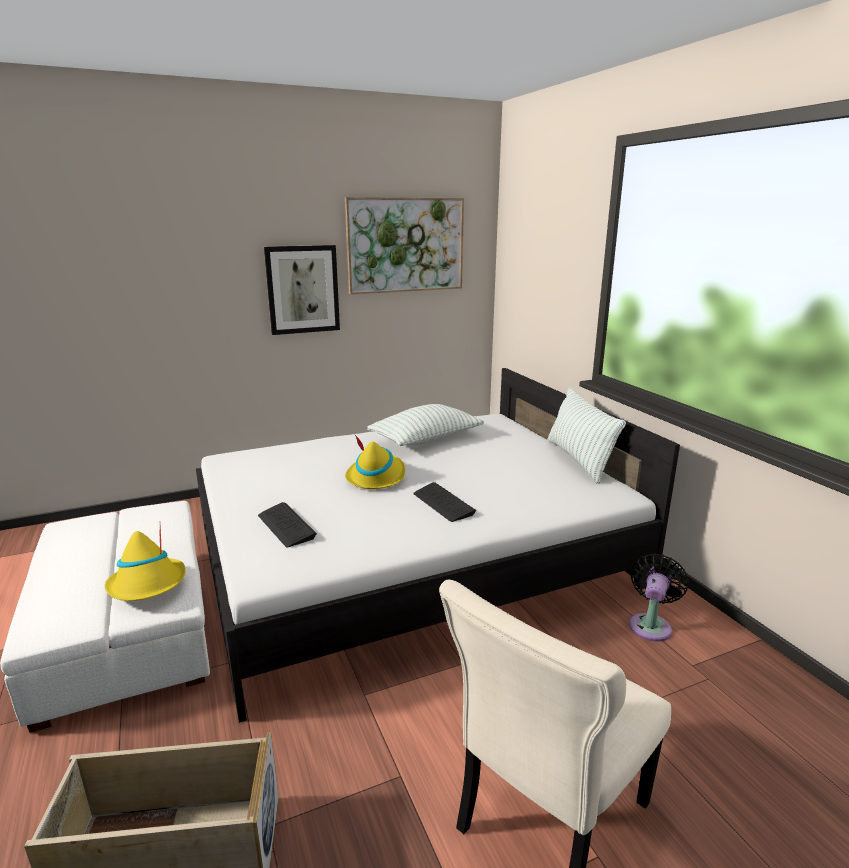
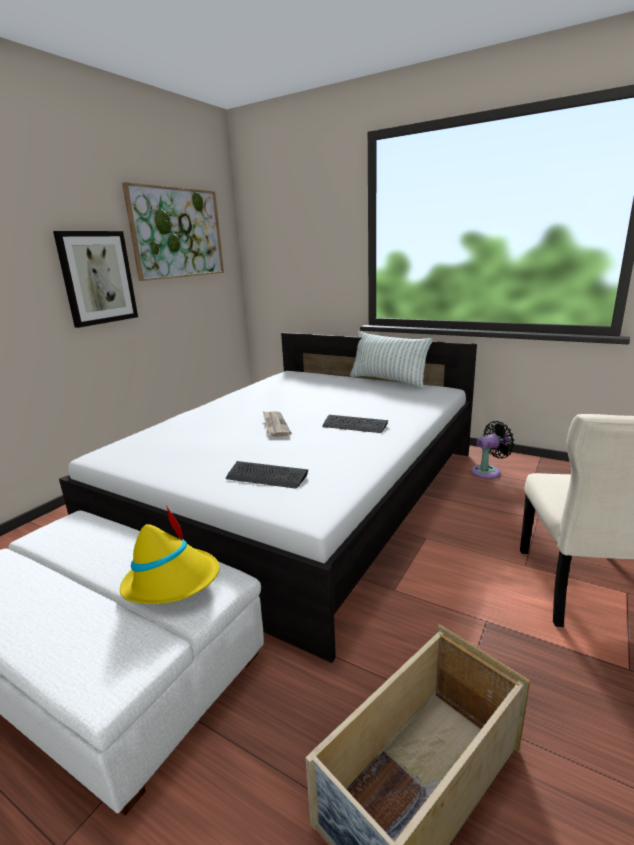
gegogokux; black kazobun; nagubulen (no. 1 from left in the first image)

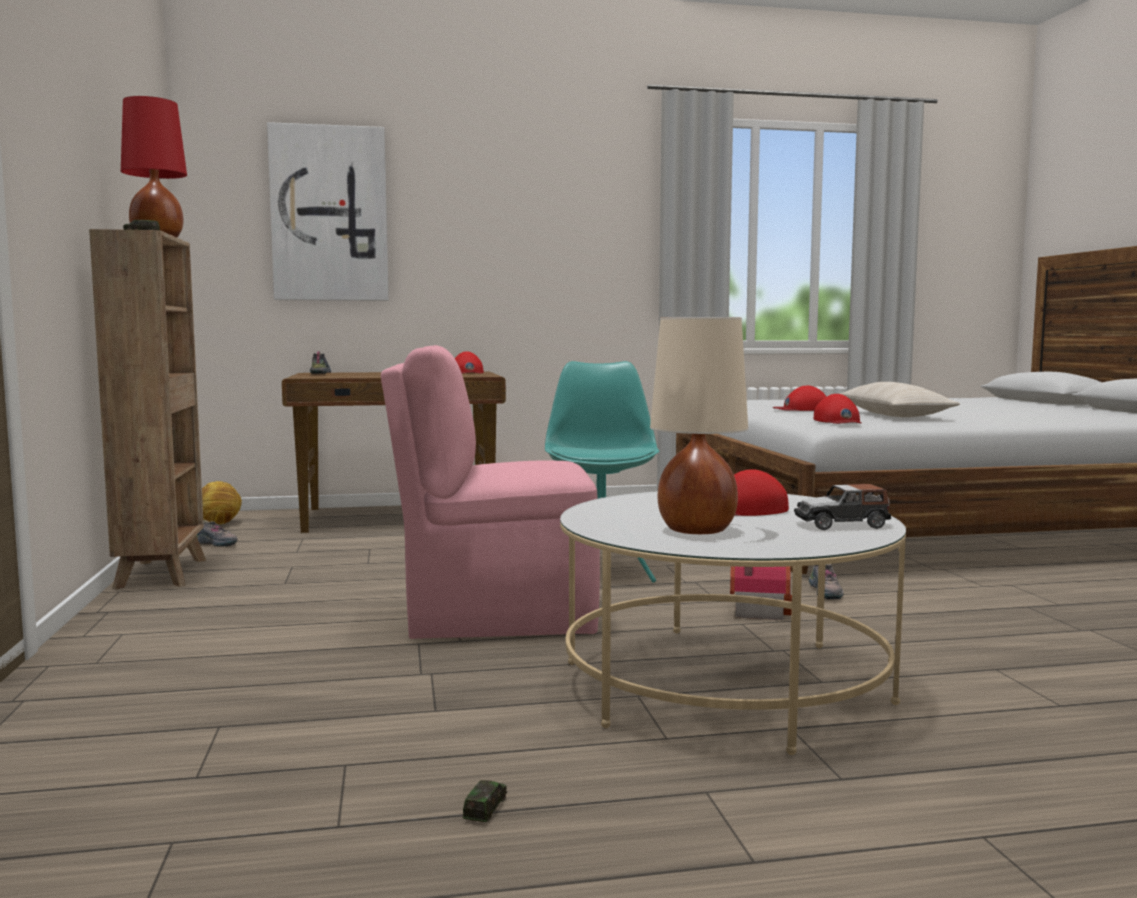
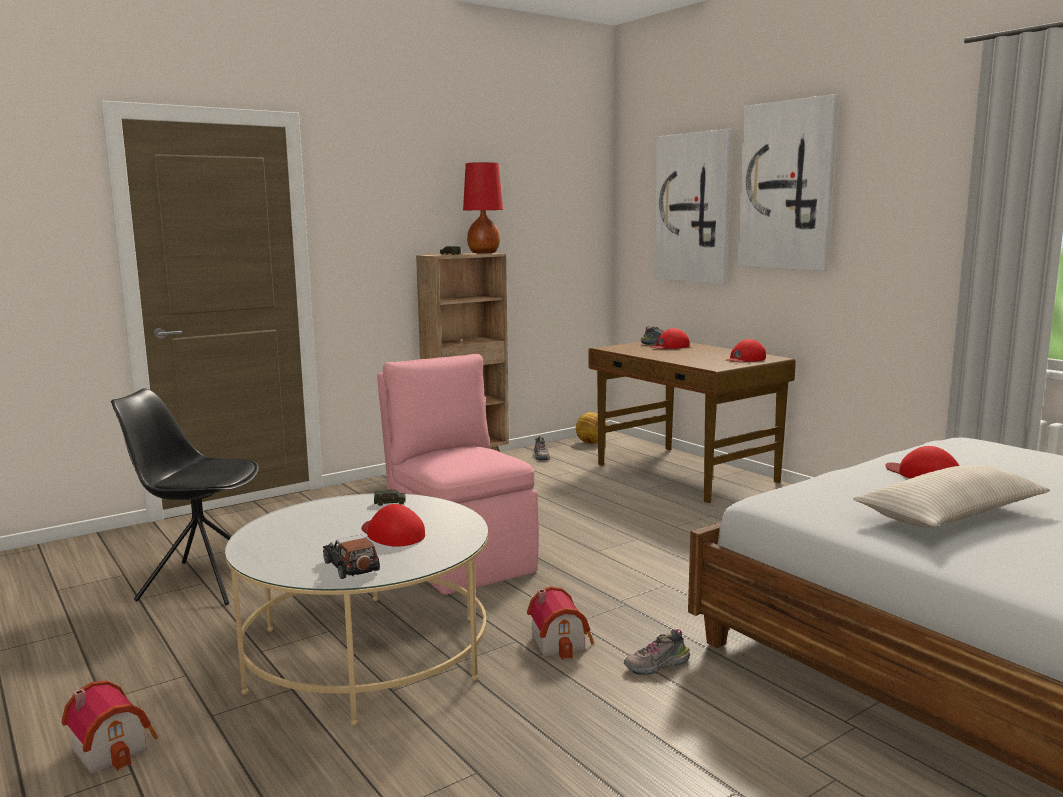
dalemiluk (no. 1 from left); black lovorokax; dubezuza (no. 2 from left); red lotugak (no. 2 from left); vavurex (no. 2 from left); turquoise lovorokax; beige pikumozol

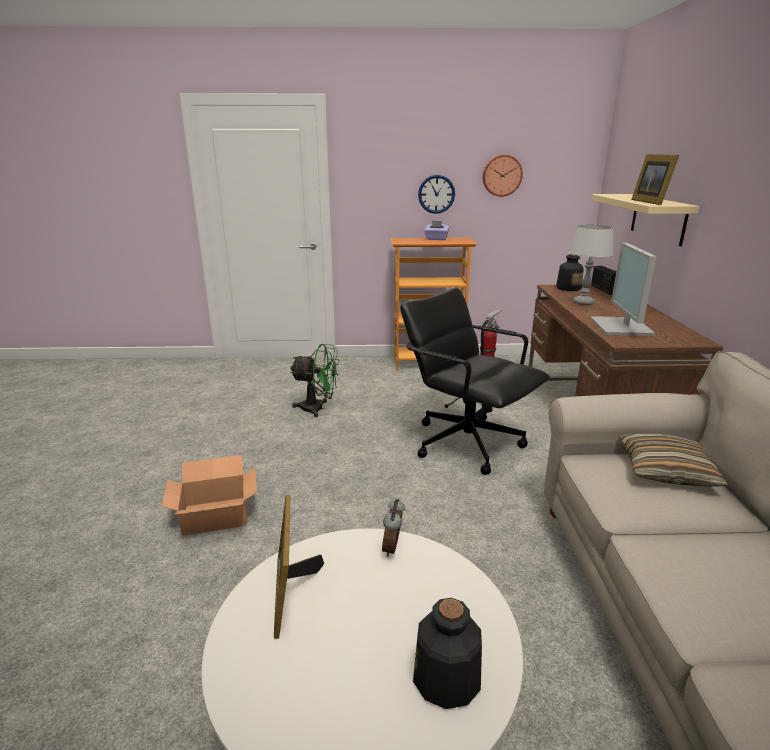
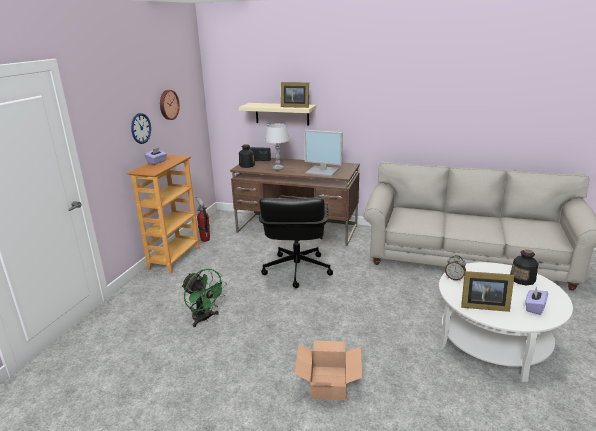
green kazobun; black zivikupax; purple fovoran (no. 2 from left); nagubulen

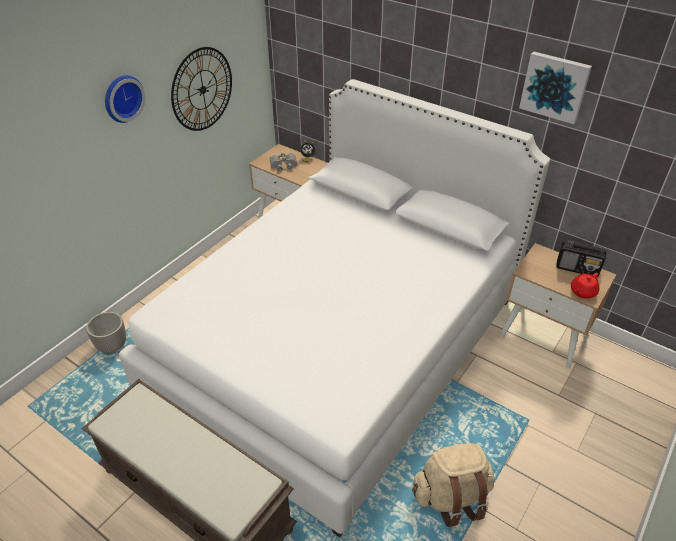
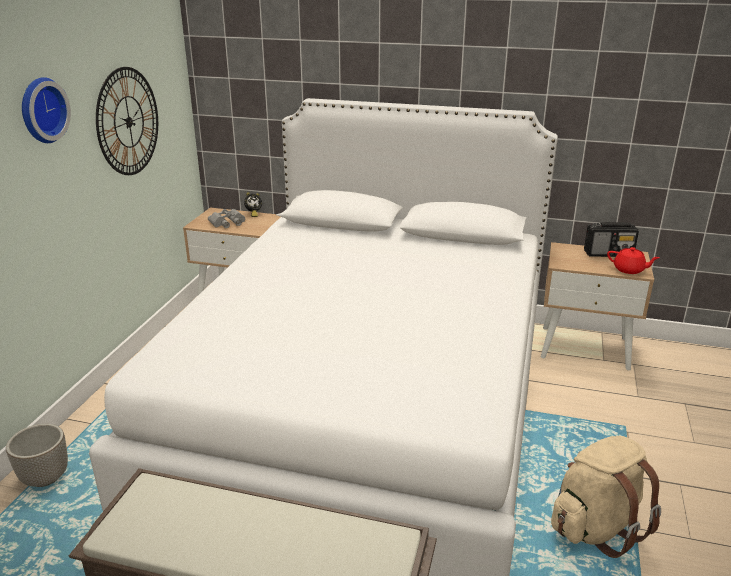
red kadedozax; vavurex

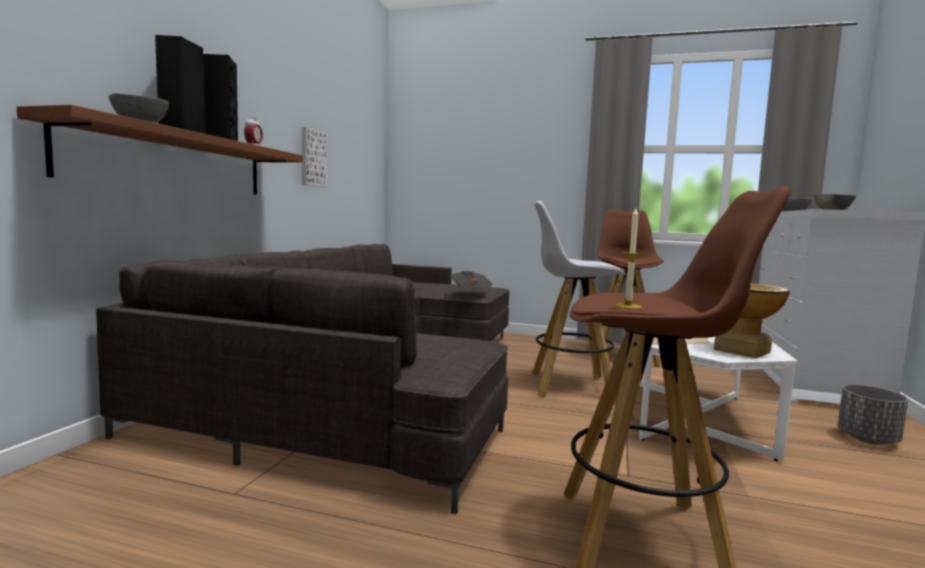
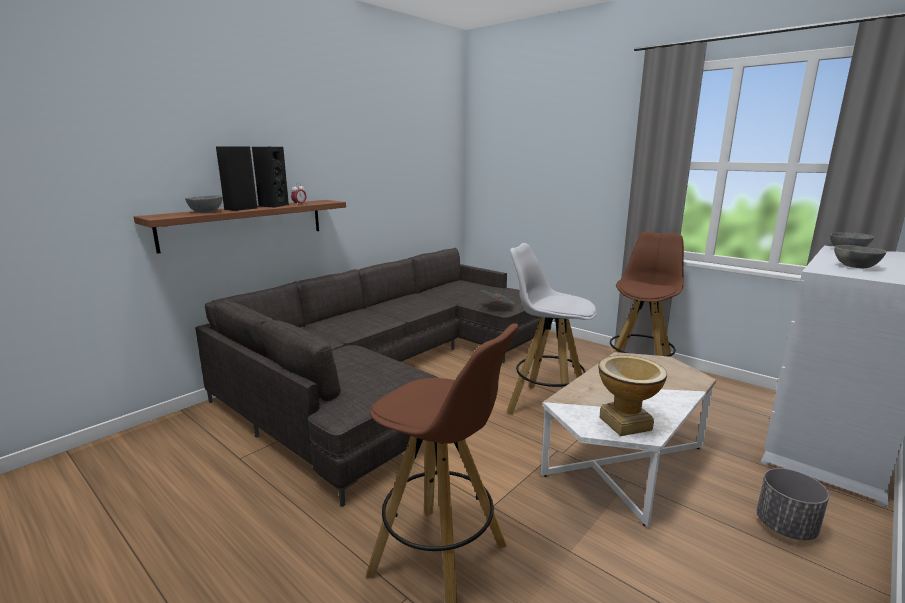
vavurex; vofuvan

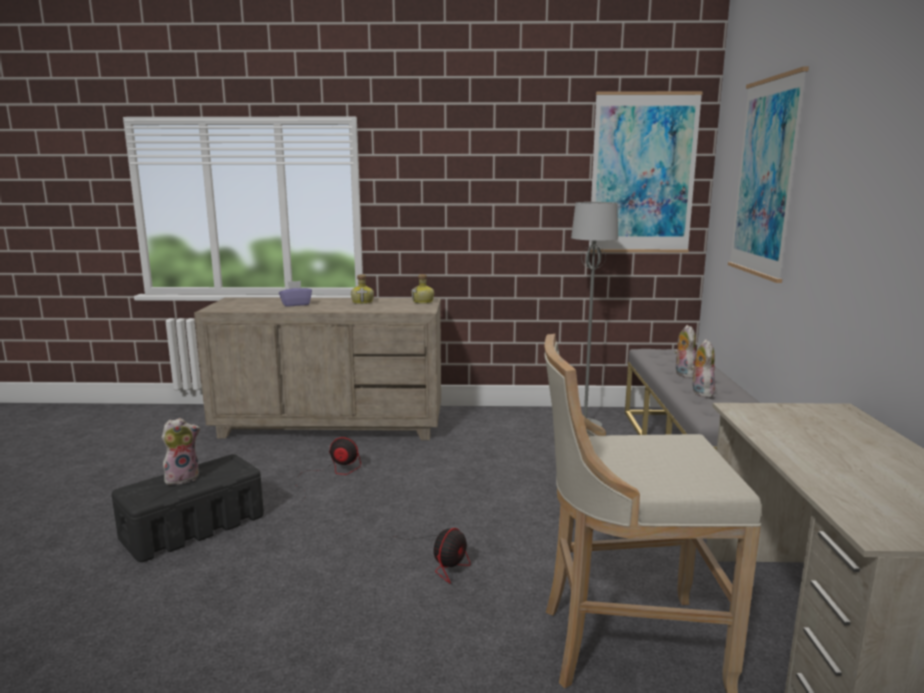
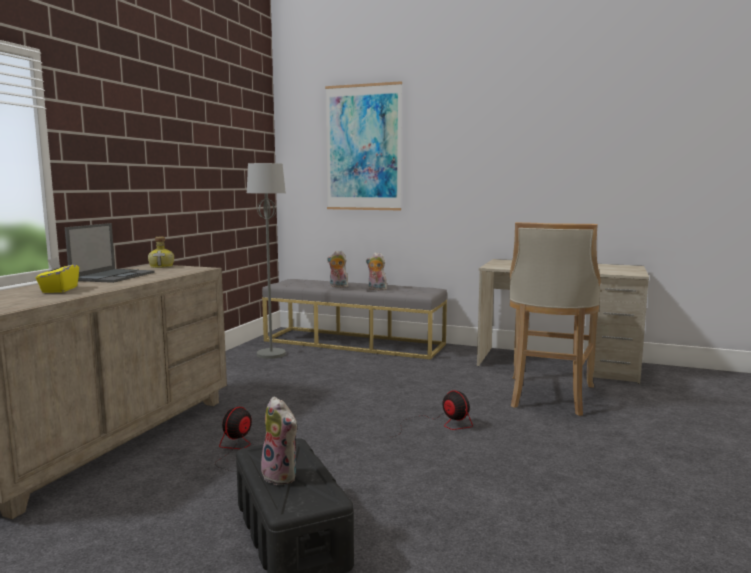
yellow fovoran; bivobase; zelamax (no. 1 from left); vavurex (no. 1 from left in the first image)

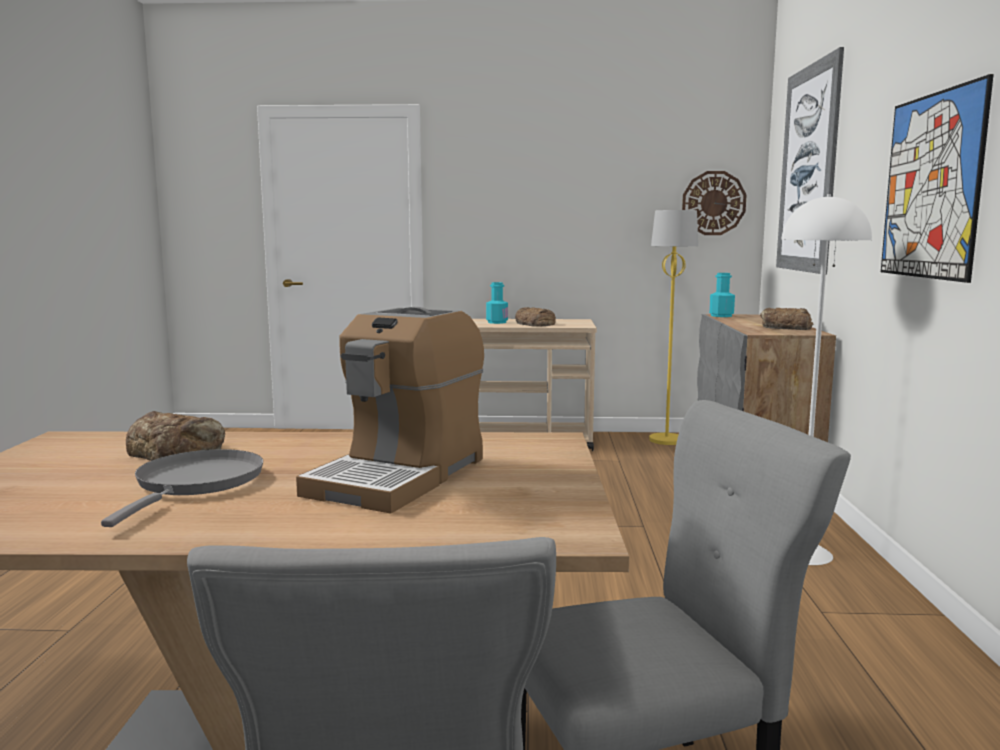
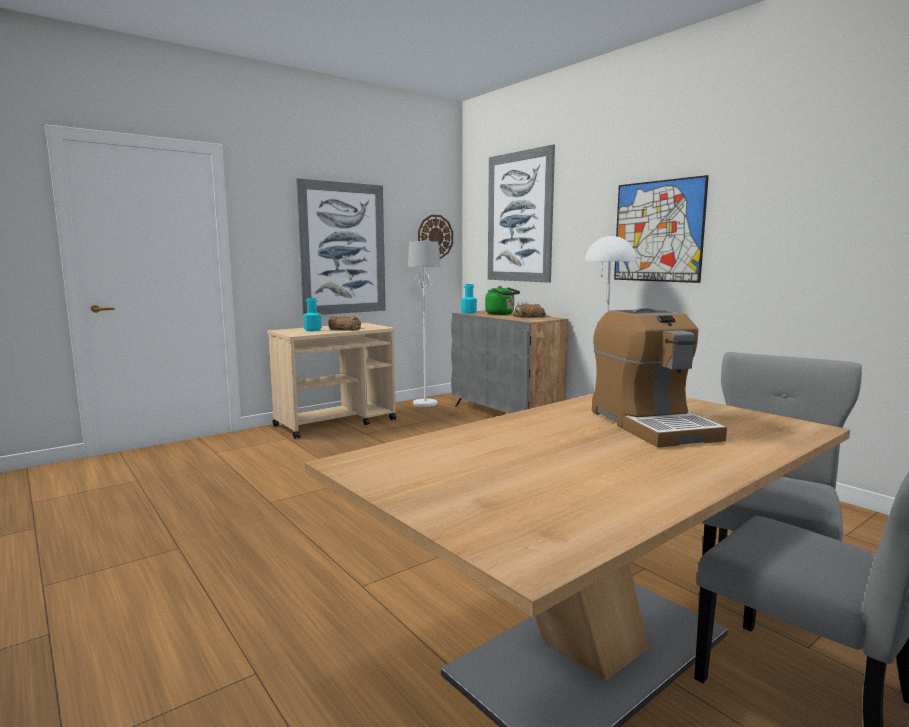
vavurex (no. 1 from left); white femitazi (no. 1 from left); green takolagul; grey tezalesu; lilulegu (no. 1 from left in the first image)

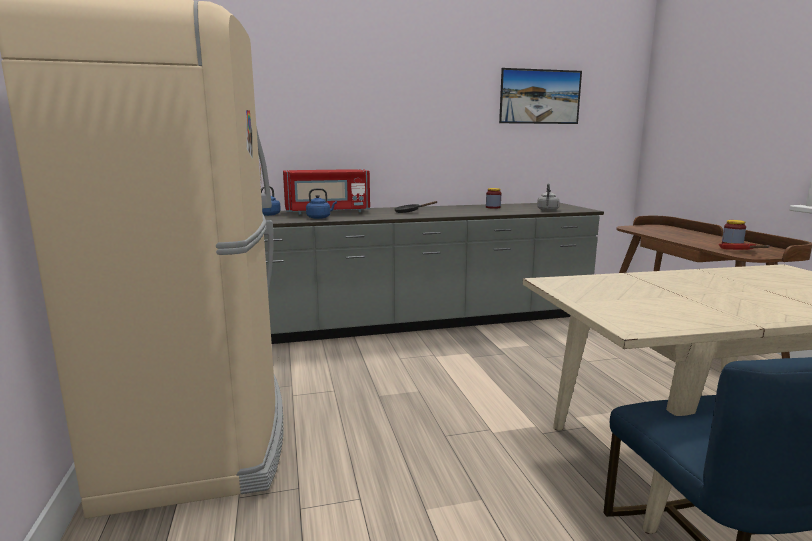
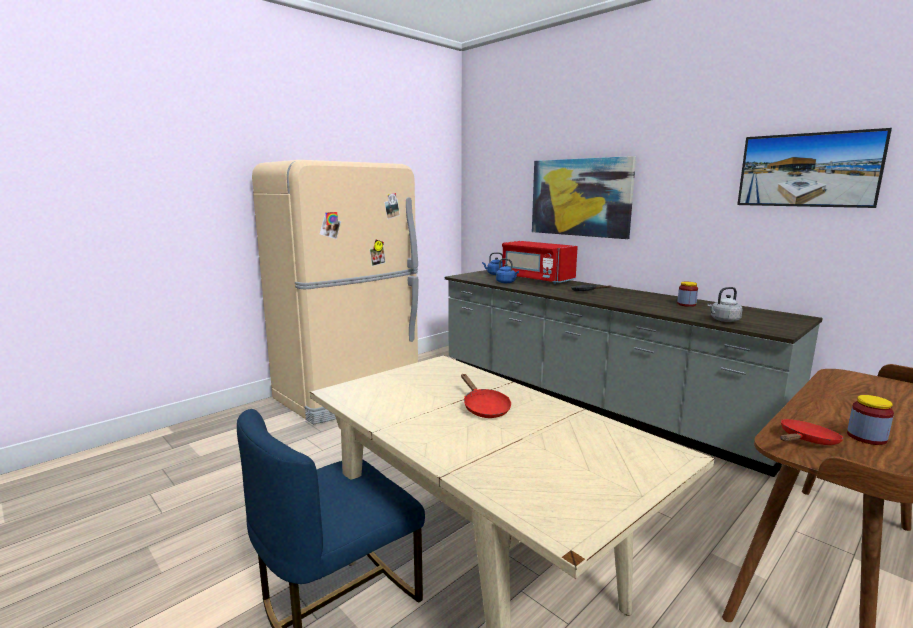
red tezalesu (no. 1 from left); vavurex (no. 1 from left)

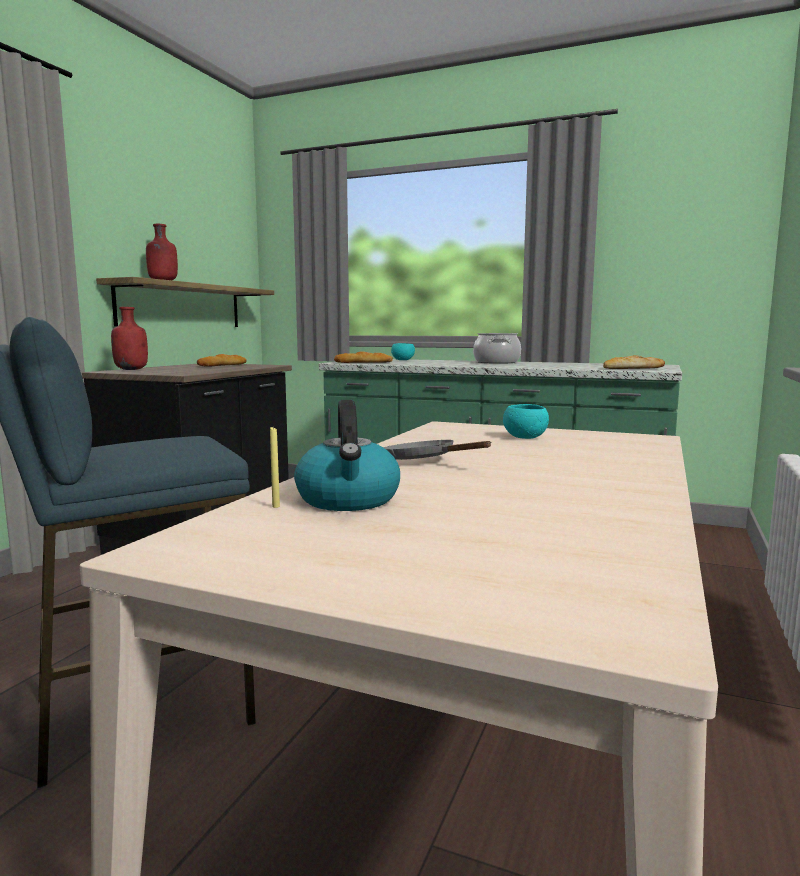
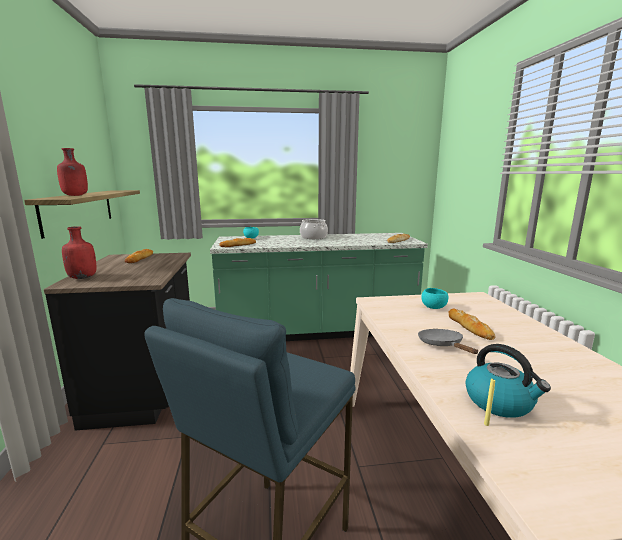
grey tezalesu; lilulegu (no. 4 from left)

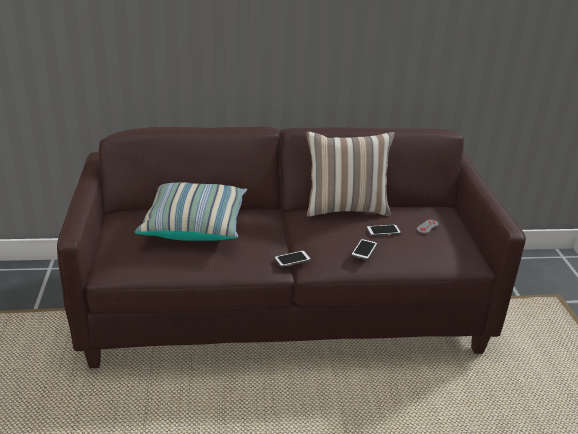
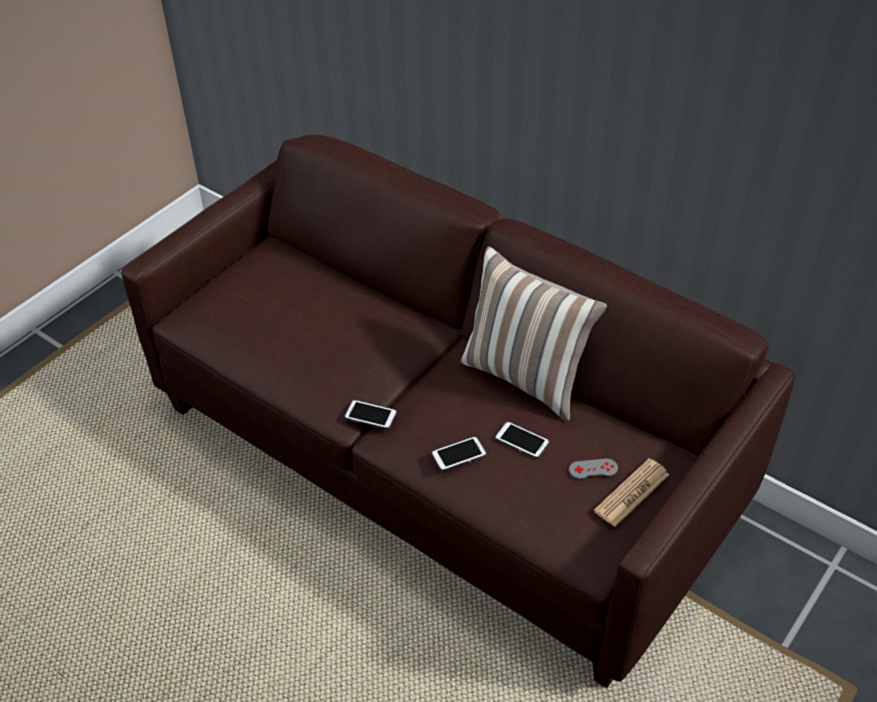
gegogokux; nagubulen (no. 1 from left in the first image)

